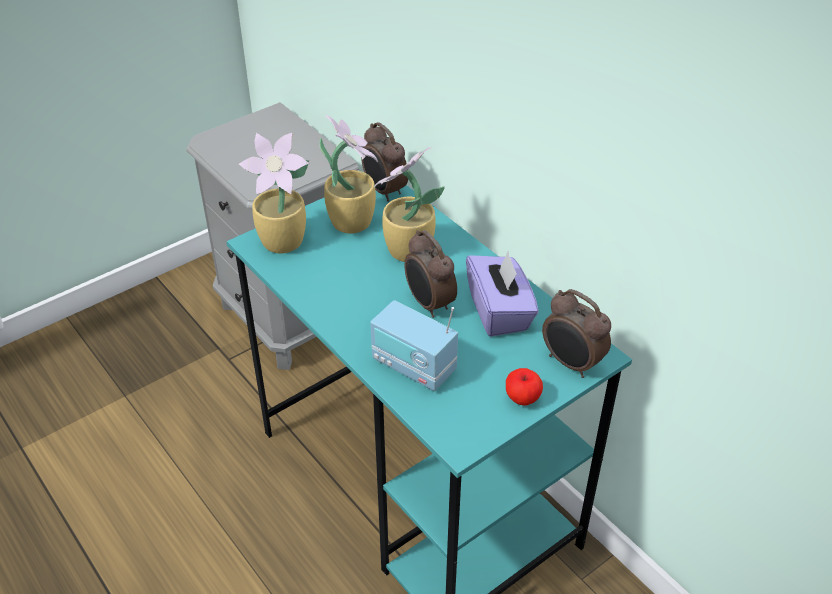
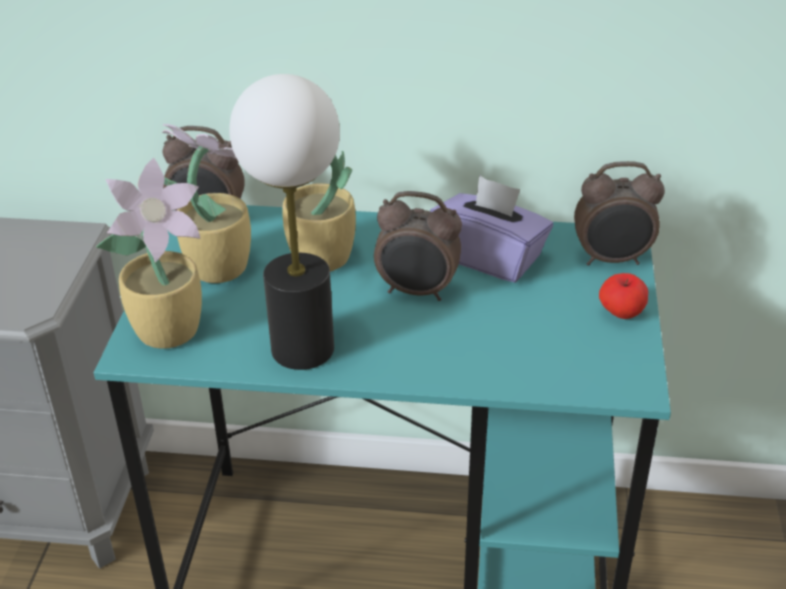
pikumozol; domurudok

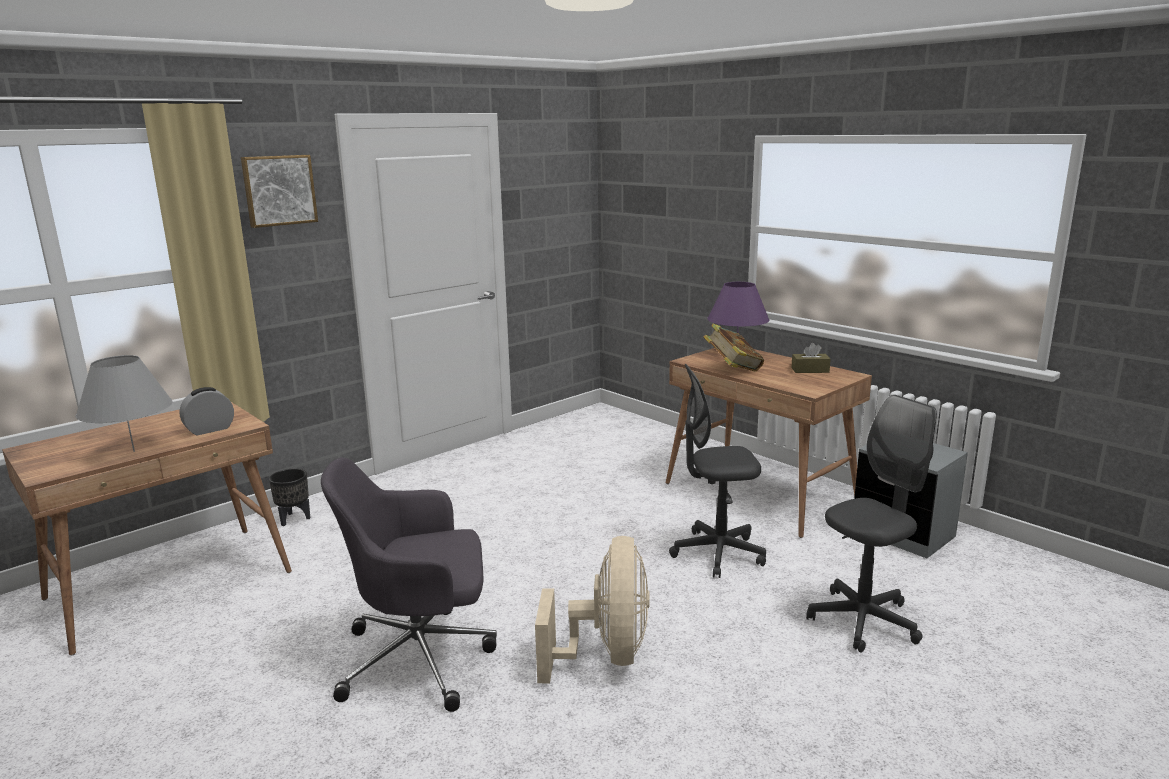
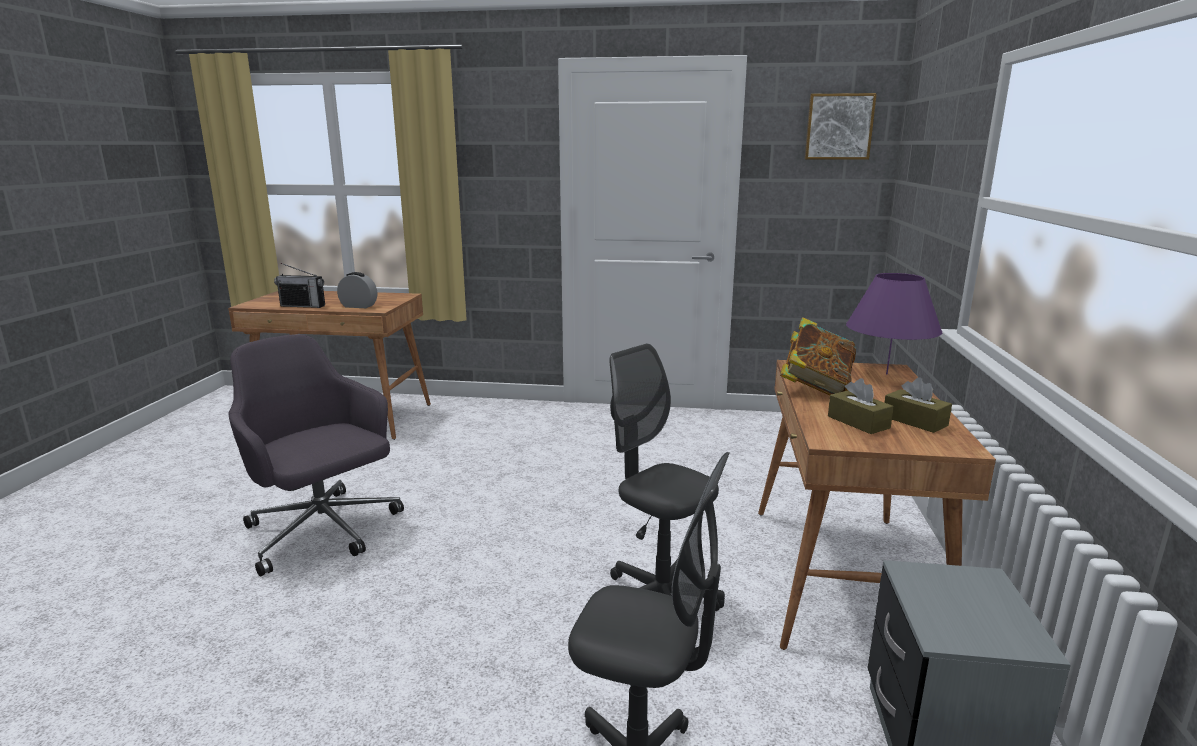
domurudok; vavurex; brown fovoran (no. 1 from left); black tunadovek; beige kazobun

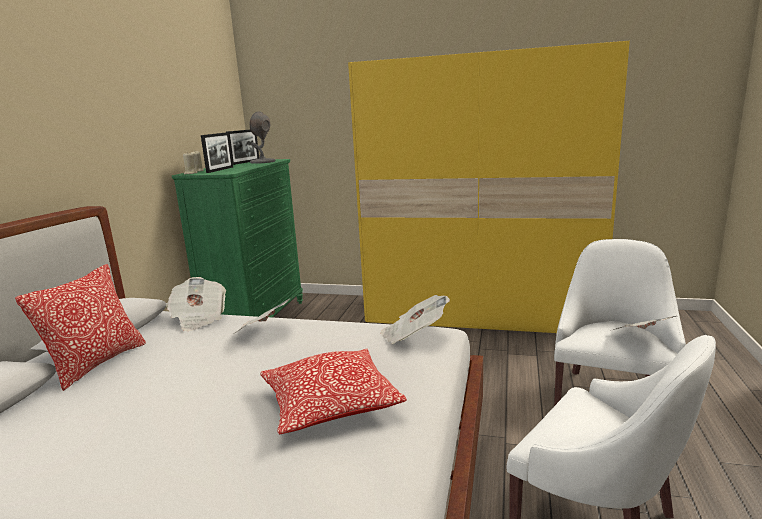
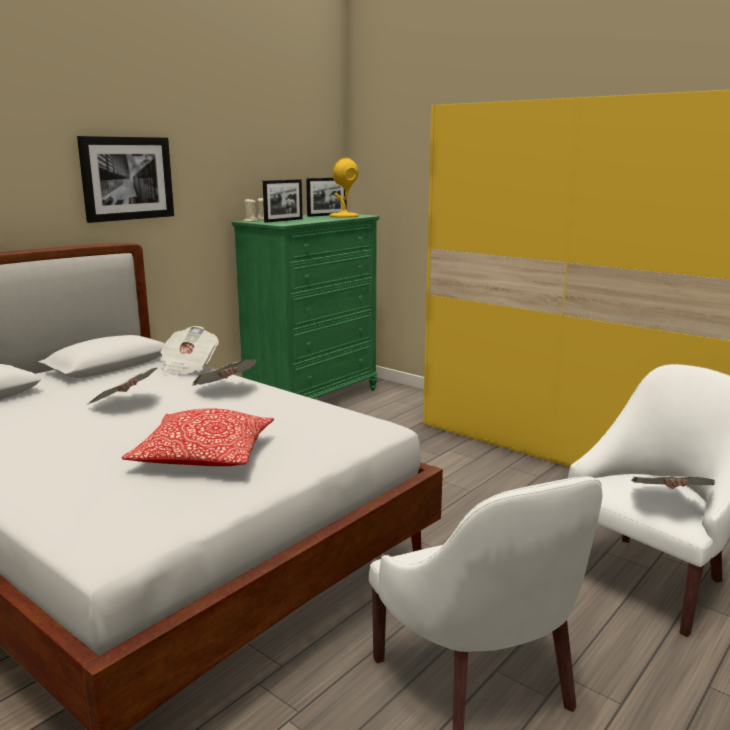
vavurex; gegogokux (no. 1 from left); yellow pikumozol; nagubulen (no. 1 from left in the first image)

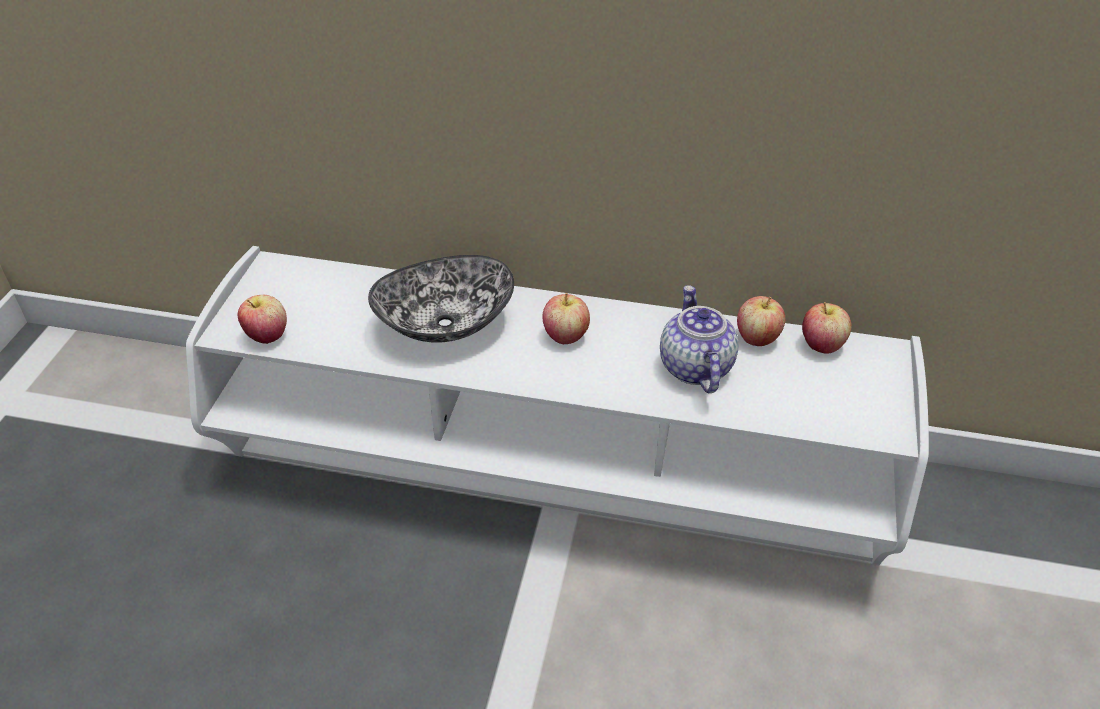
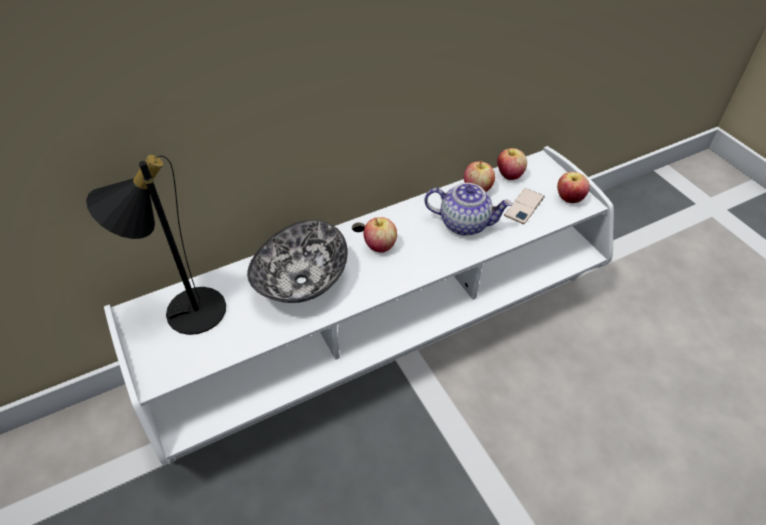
black pikumozol; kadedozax; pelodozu; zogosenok (no. 4 from left)

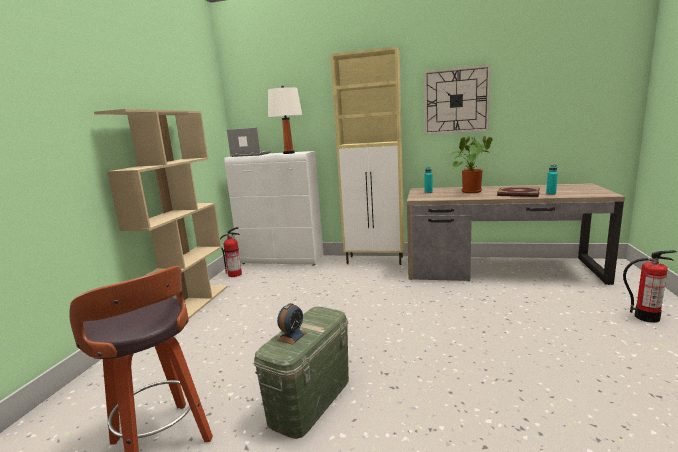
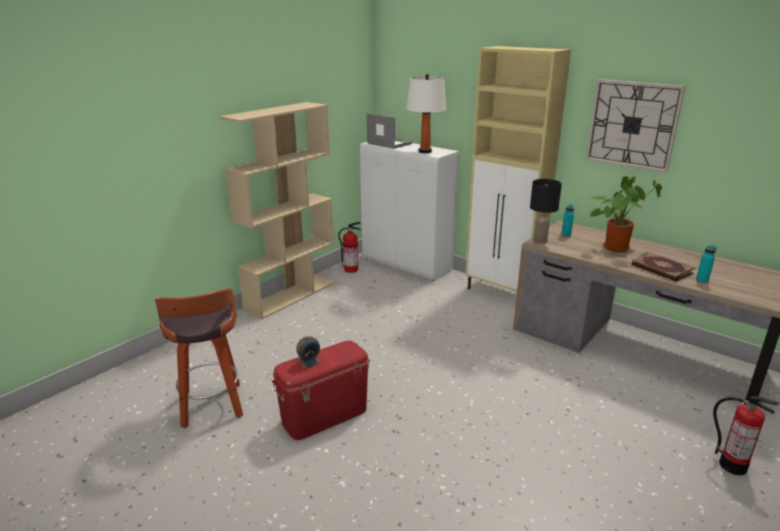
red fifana; black pikumozol

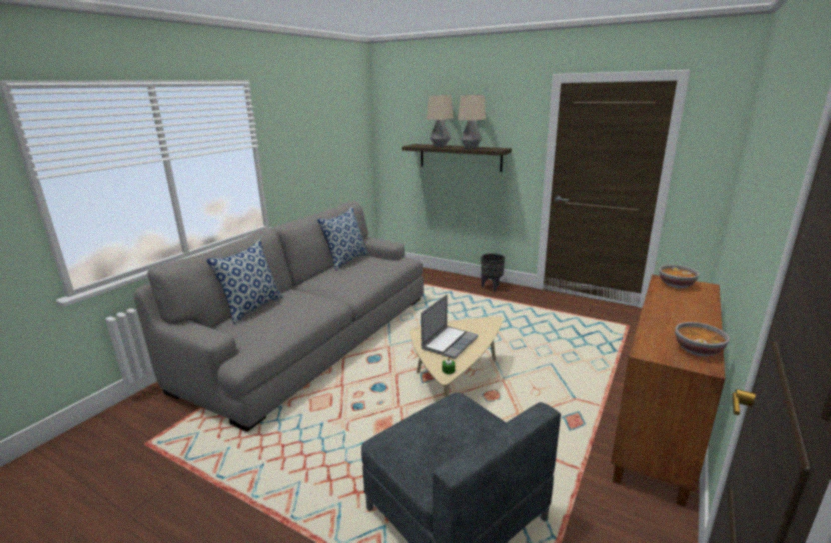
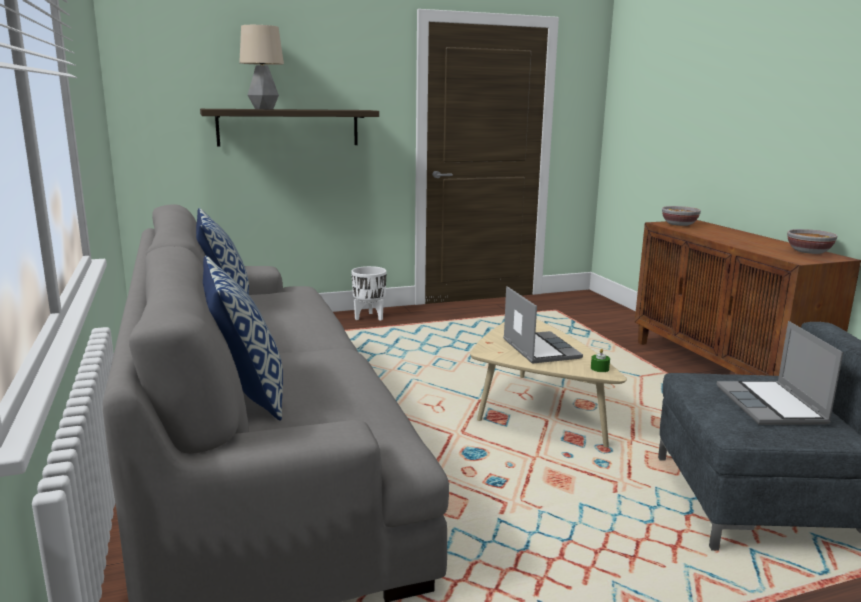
white tunadovek; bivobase (no. 2 from left); pikumozol (no. 2 from left in the first image)

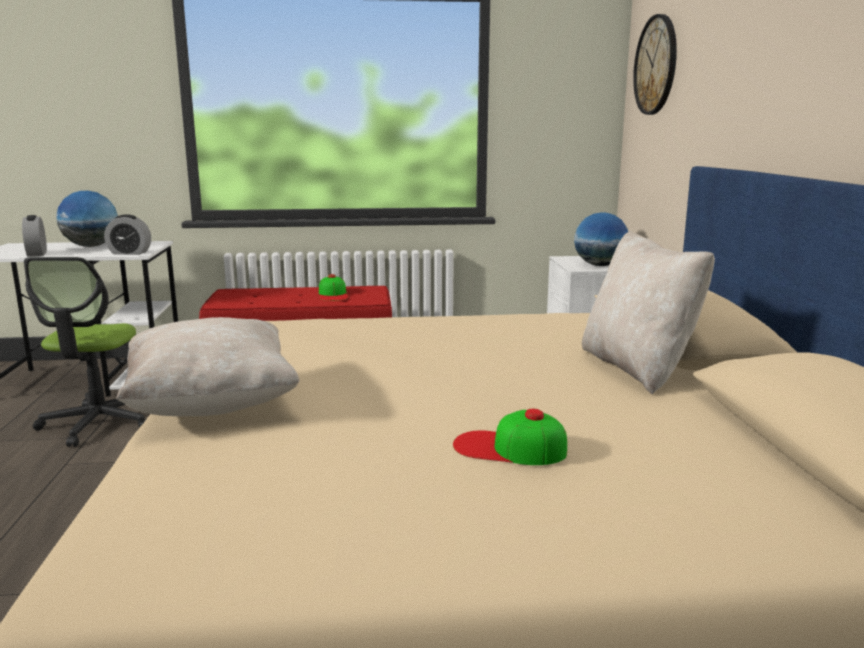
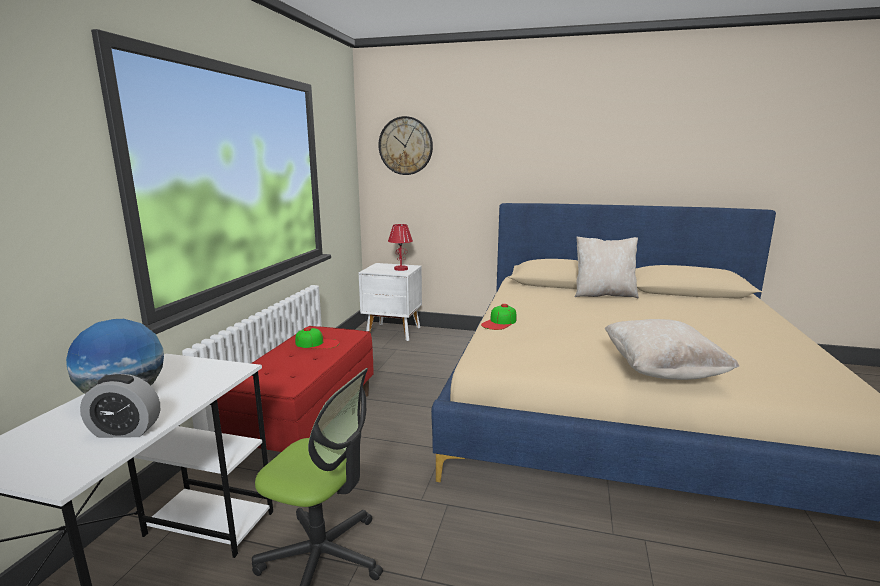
red pikumozol; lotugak (no. 2 from left); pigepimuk (no. 2 from left in the first image)

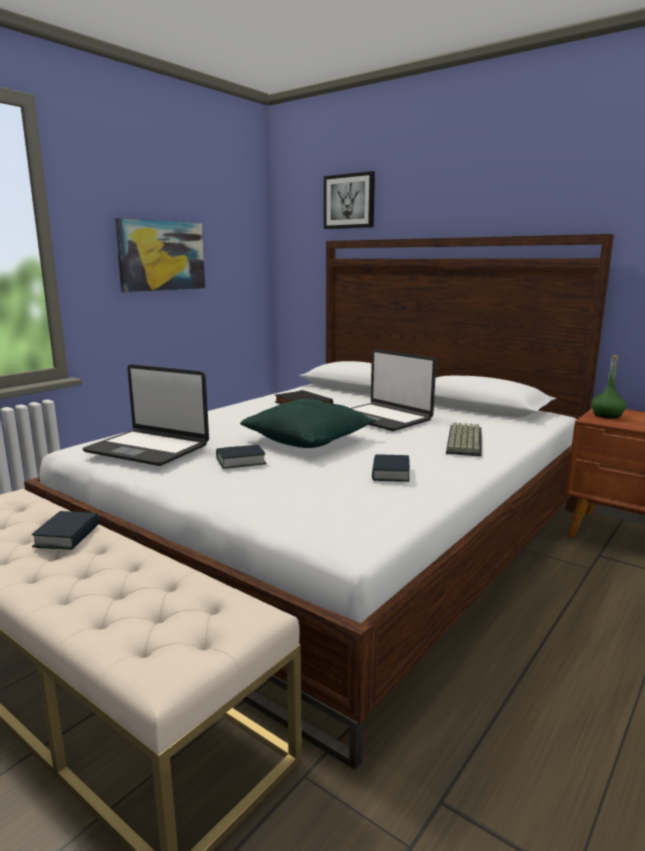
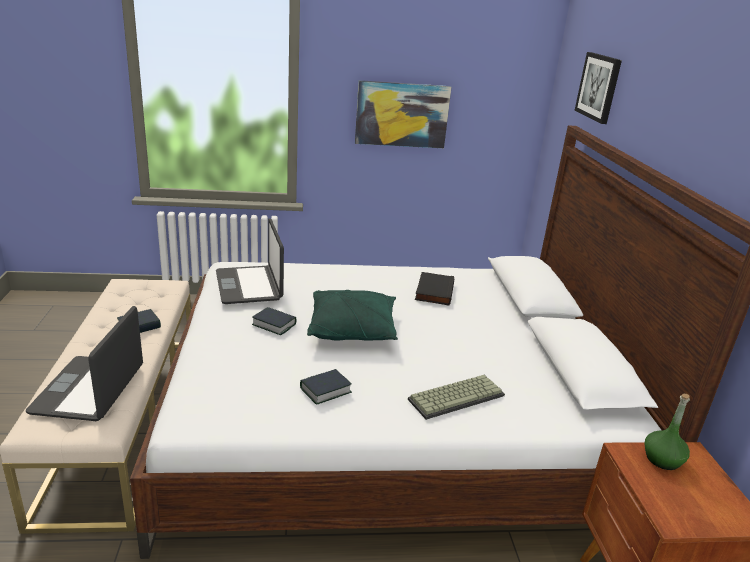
bivobase (no. 1 from left)

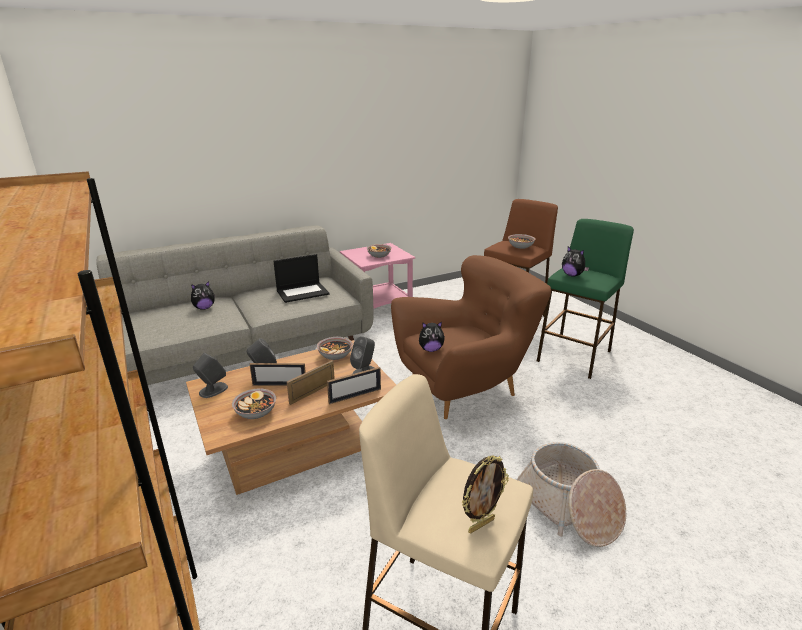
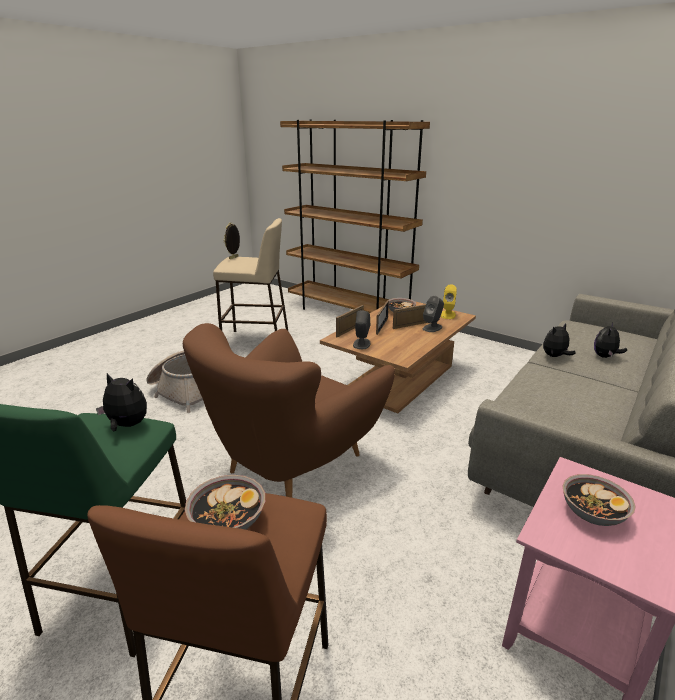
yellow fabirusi; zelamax (no. 2 from left); bivobase; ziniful (no. 2 from left in the first image)

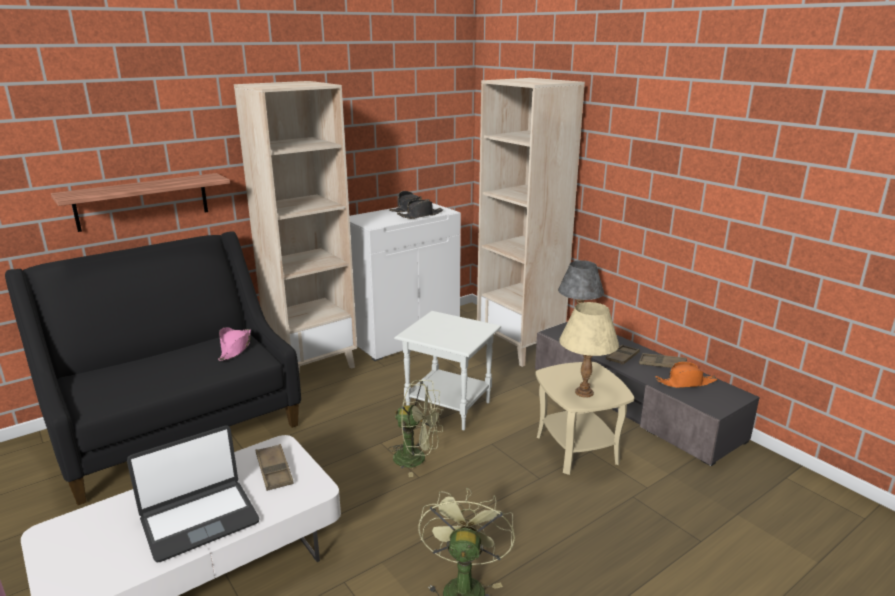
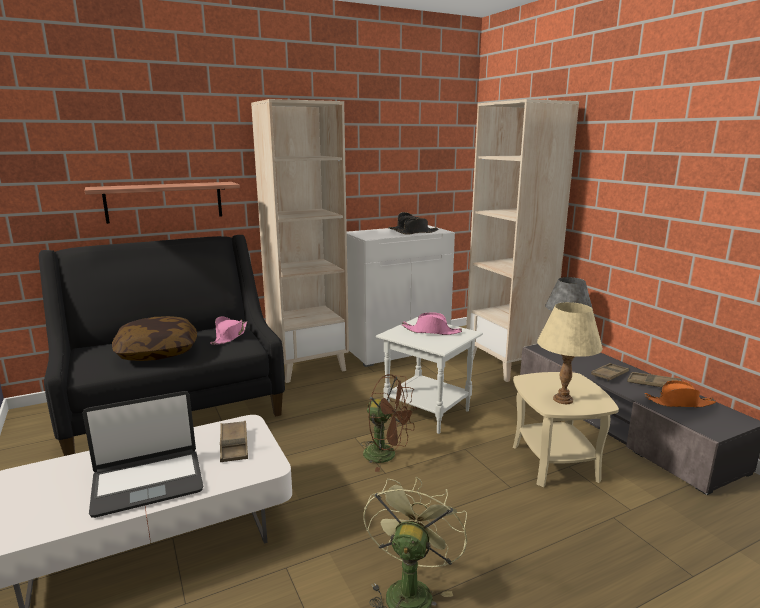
nagubulen; brown kazobun; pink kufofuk (no. 2 from left)

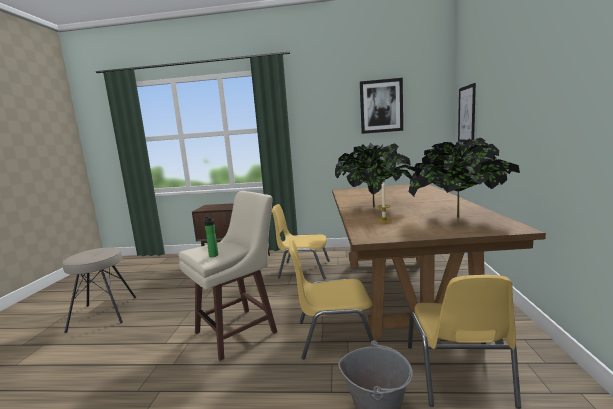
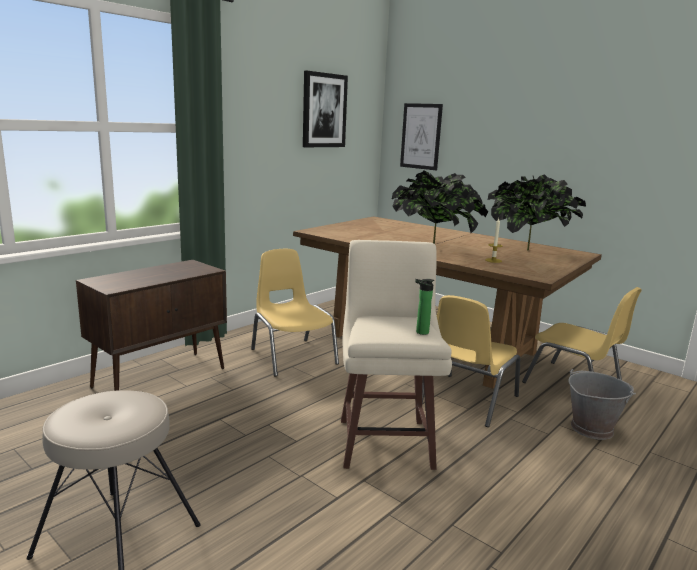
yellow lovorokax (no. 1 from left)

